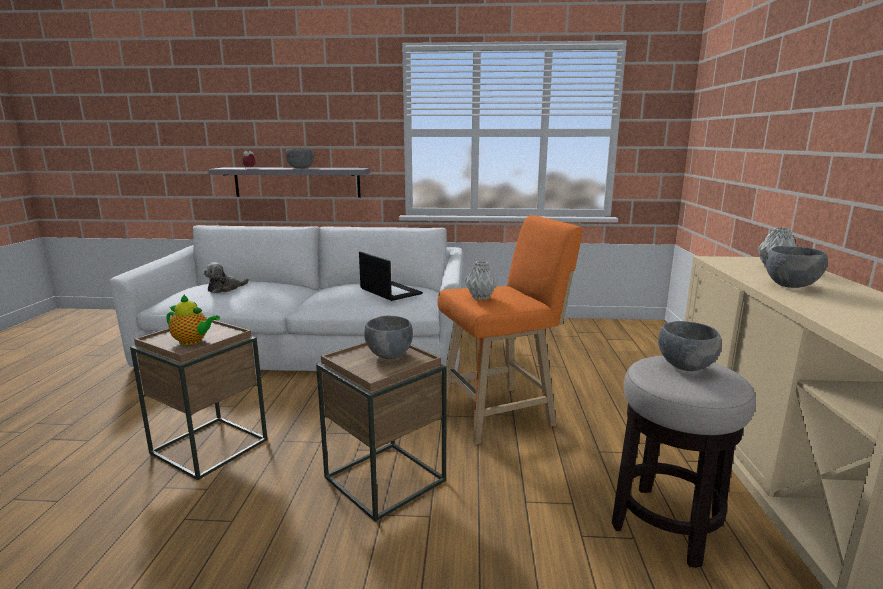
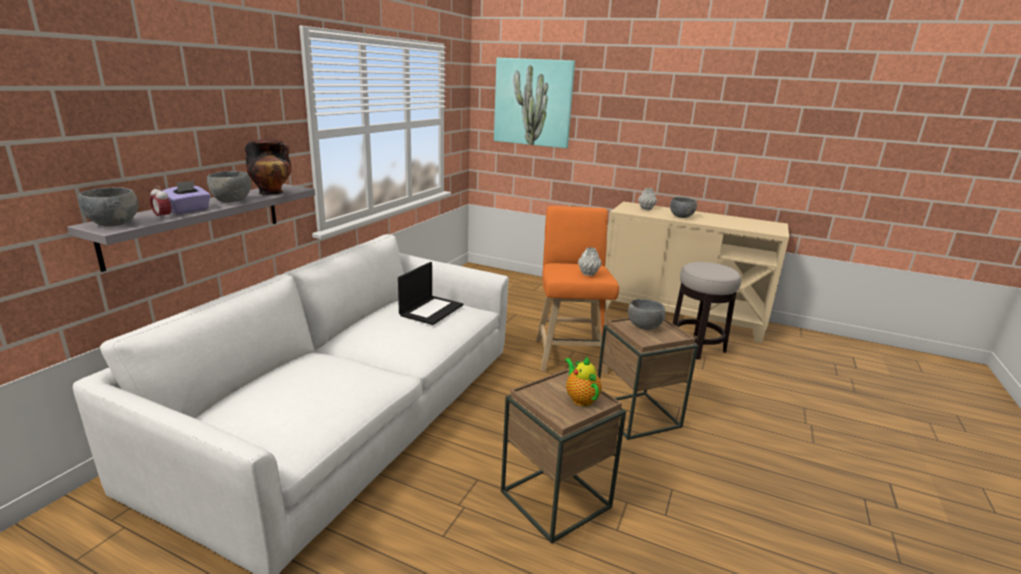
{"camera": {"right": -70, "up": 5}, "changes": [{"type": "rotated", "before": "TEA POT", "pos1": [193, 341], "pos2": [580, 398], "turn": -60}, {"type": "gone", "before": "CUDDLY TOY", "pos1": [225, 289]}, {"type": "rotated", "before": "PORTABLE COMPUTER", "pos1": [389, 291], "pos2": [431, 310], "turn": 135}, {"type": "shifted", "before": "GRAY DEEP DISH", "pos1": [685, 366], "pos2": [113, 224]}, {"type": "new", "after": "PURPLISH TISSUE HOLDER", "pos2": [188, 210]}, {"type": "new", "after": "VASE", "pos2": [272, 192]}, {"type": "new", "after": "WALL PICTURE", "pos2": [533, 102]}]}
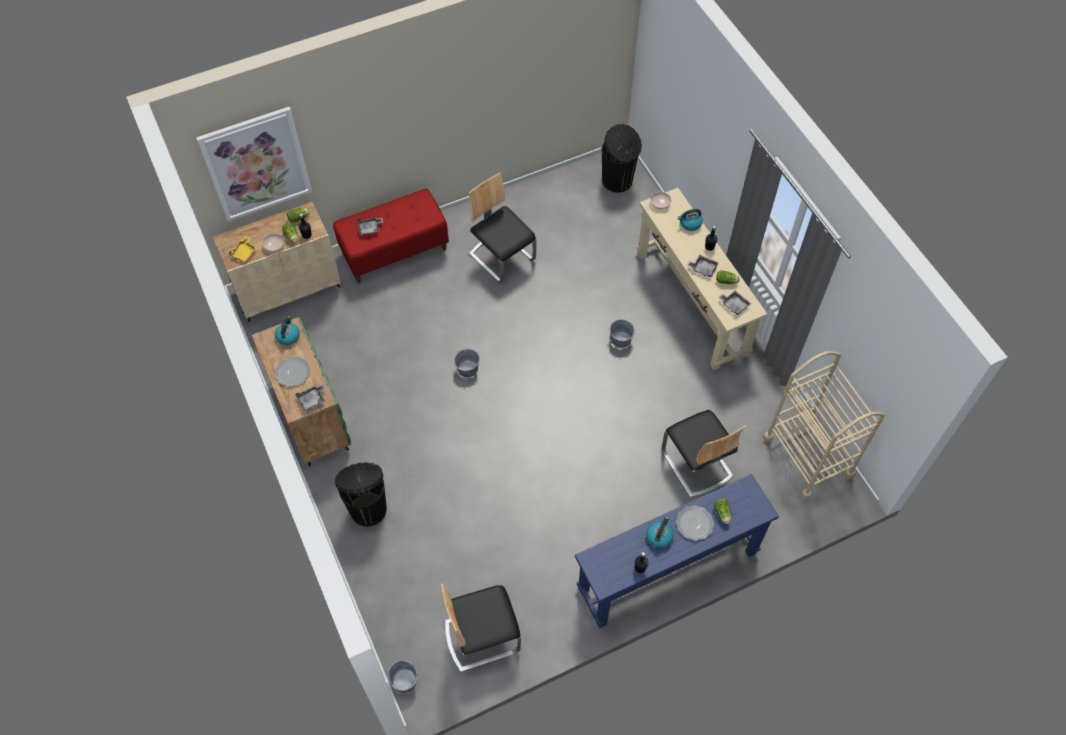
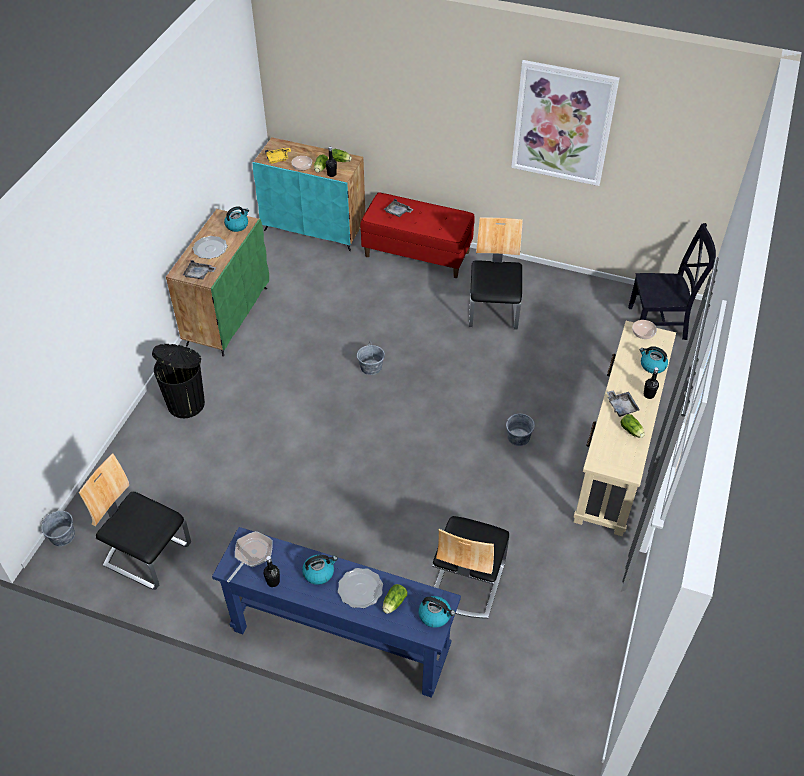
{"camera": {"right": 45, "up": -10}, "changes": [{"type": "shifted", "before": "WALL PICTURE", "pos1": [256, 164], "pos2": [563, 123]}, {"type": "repainted", "before": "BEIGE CABINET", "after": "TURQUOISE-COLOURED CABINET", "pos1": [289, 289], "pos2": [314, 229]}, {"type": "swapped", "before": "BLACK WASTE BIN", "after": "BLACK CHAIR", "pos1": [618, 181], "pos2": [660, 323]}, {"type": "gone", "before": "GRAY CARRYING TRAY", "pos1": [734, 305]}, {"type": "gone", "before": "BEIGE CART", "pos1": [808, 456]}, {"type": "new", "after": "FRYING PAN", "pos2": [252, 554]}, {"type": "new", "after": "TEA KETTLE", "pos2": [435, 615]}]}
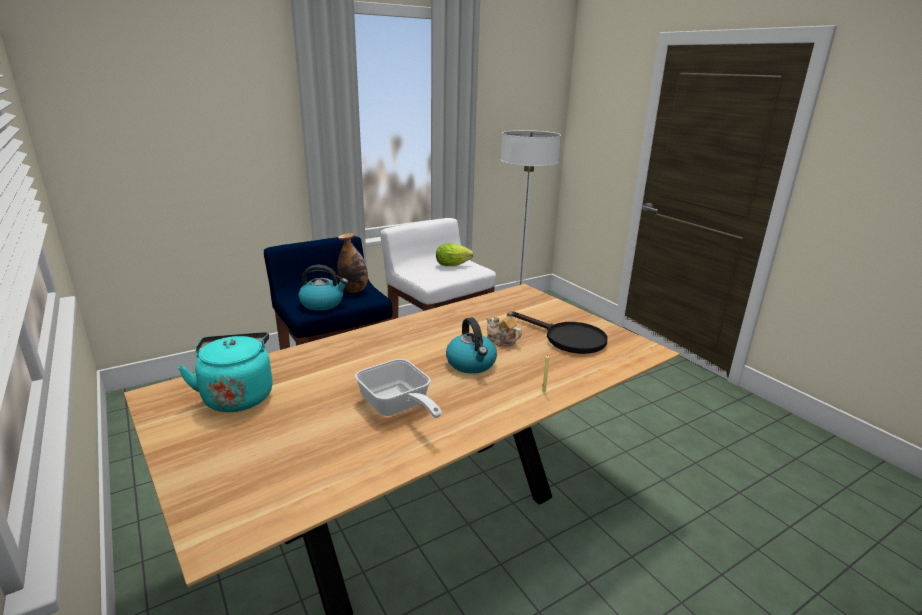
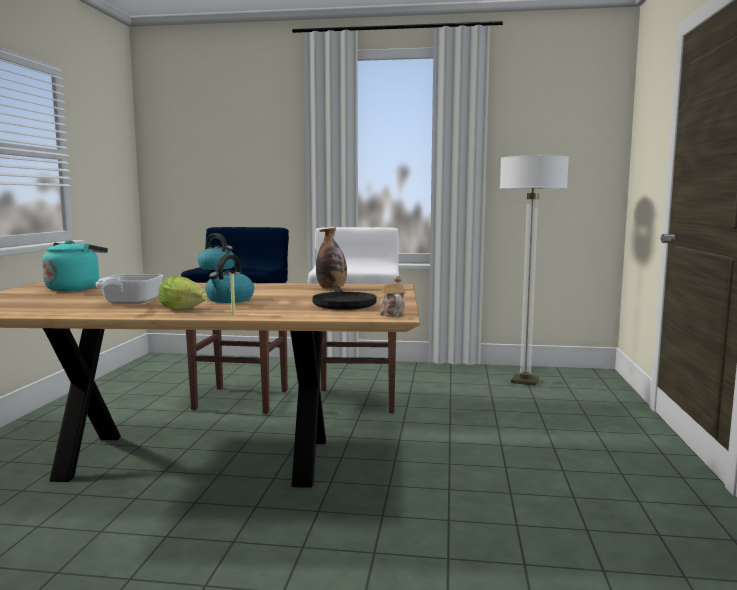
{"camera": {"right": 40, "up": -15}, "changes": [{"type": "shifted", "before": "DRINK BOTTLE", "pos1": [354, 290], "pos2": [332, 289]}, {"type": "shifted", "before": "HEAD OF LETTUCE", "pos1": [454, 265], "pos2": [185, 310]}, {"type": "shifted", "before": "TEA POT", "pos1": [501, 340], "pos2": [391, 314]}]}
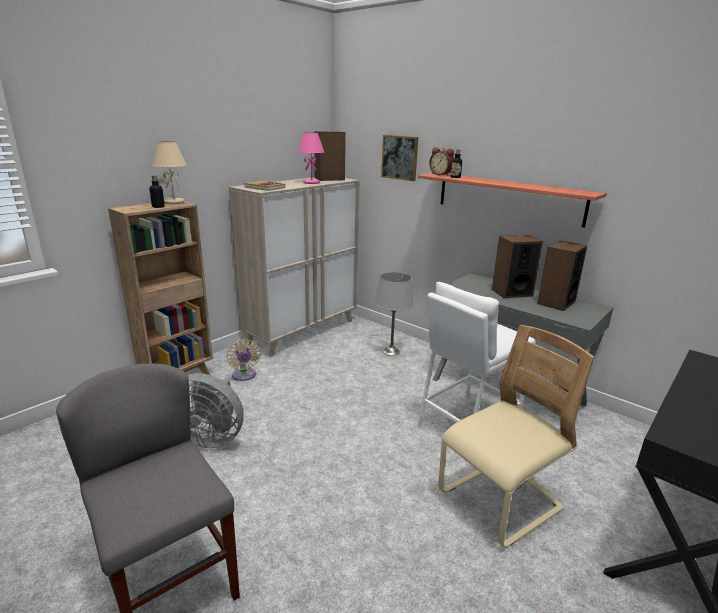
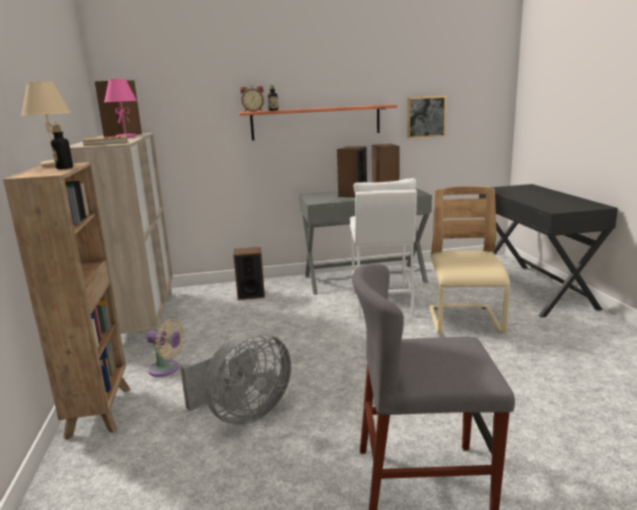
{"camera": {"right": -50, "up": -5}, "changes": [{"type": "swapped", "before": "GRAY TABLE LAMP", "after": "SPEAKER", "pos1": [391, 351], "pos2": [251, 295]}, {"type": "shifted", "before": "WALL PICTURE", "pos1": [400, 157], "pos2": [426, 117]}]}
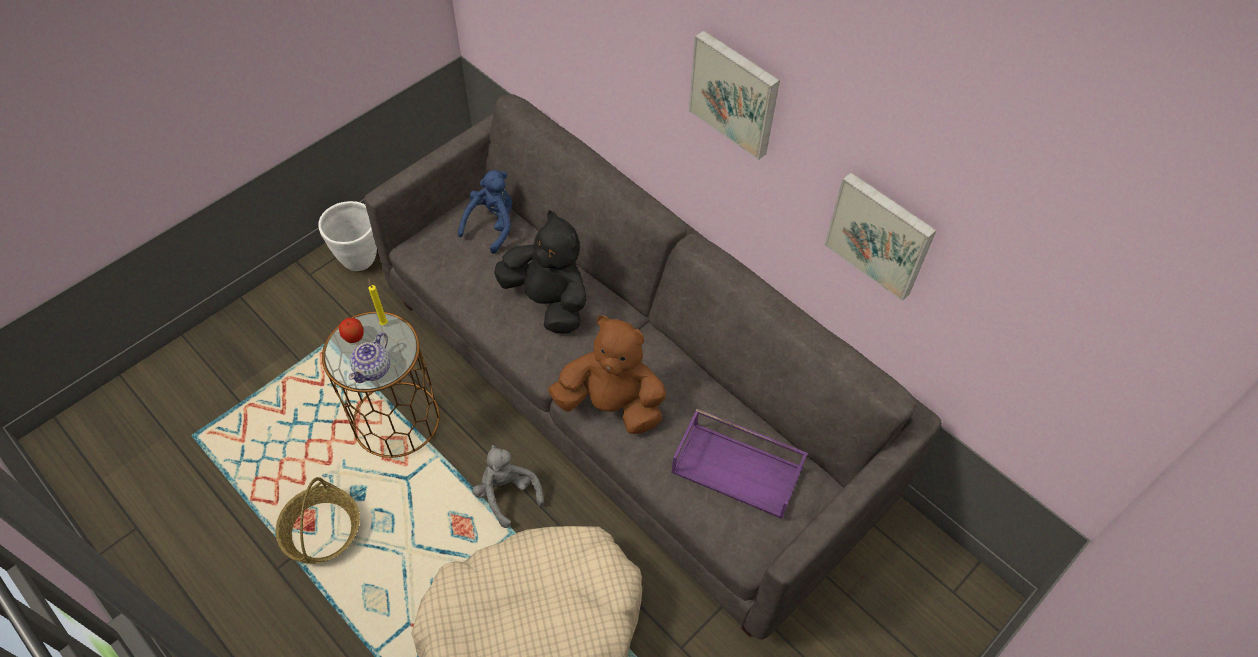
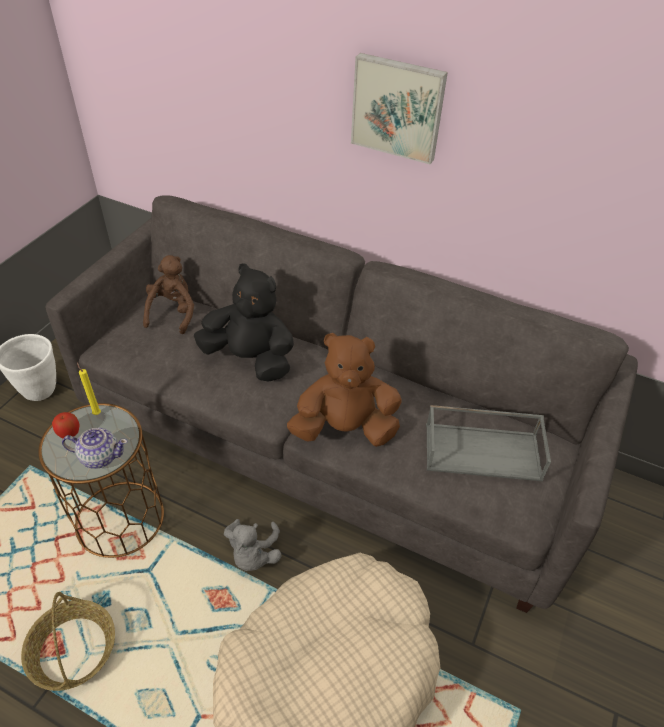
{"camera": {"right": -20, "up": -10}, "changes": [{"type": "rotated", "before": "TEA POT", "pos1": [373, 369], "pos2": [99, 456], "turn": -90}, {"type": "repainted", "before": "BLUE-COLOURED CUDDLY TOY", "after": "BROWNISH CUDDLY TOY", "pos1": [492, 225], "pos2": [173, 313]}, {"type": "rotated", "before": "GRAY CUDDLY TOY", "pos1": [507, 494], "pos2": [253, 555], "turn": -120}, {"type": "repainted", "before": "PURPLISH CARRYING TRAY", "after": "GRAY CARRYING TRAY", "pos1": [738, 469], "pos2": [483, 451]}, {"type": "gone", "before": "WALL PICTURE", "pos1": [880, 234]}]}
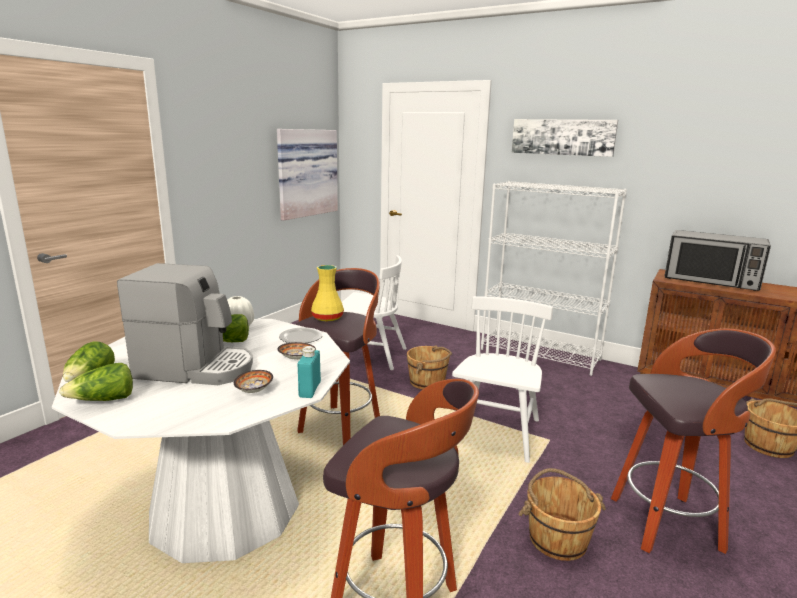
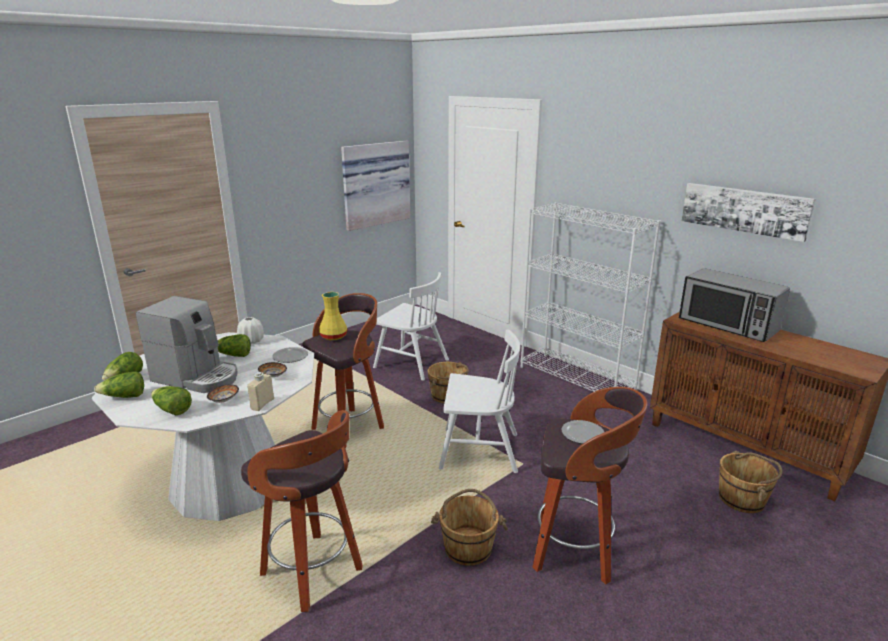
{"camera": {"right": 15, "up": 5}, "changes": [{"type": "repainted", "before": "TURQUOISE-COLOURED DRINK BOTTLE", "after": "BEIGE DRINK BOTTLE", "pos1": [309, 389], "pos2": [262, 404]}, {"type": "rotated", "before": "WHITE CHAIR", "pos1": [496, 432], "pos2": [478, 451], "turn": 60}, {"type": "shifted", "before": "WALL PICTURE", "pos1": [562, 137], "pos2": [744, 210]}, {"type": "new", "after": "HEAD OF LETTUCE", "pos2": [172, 410]}, {"type": "new", "after": "PLATE", "pos2": [582, 434]}]}
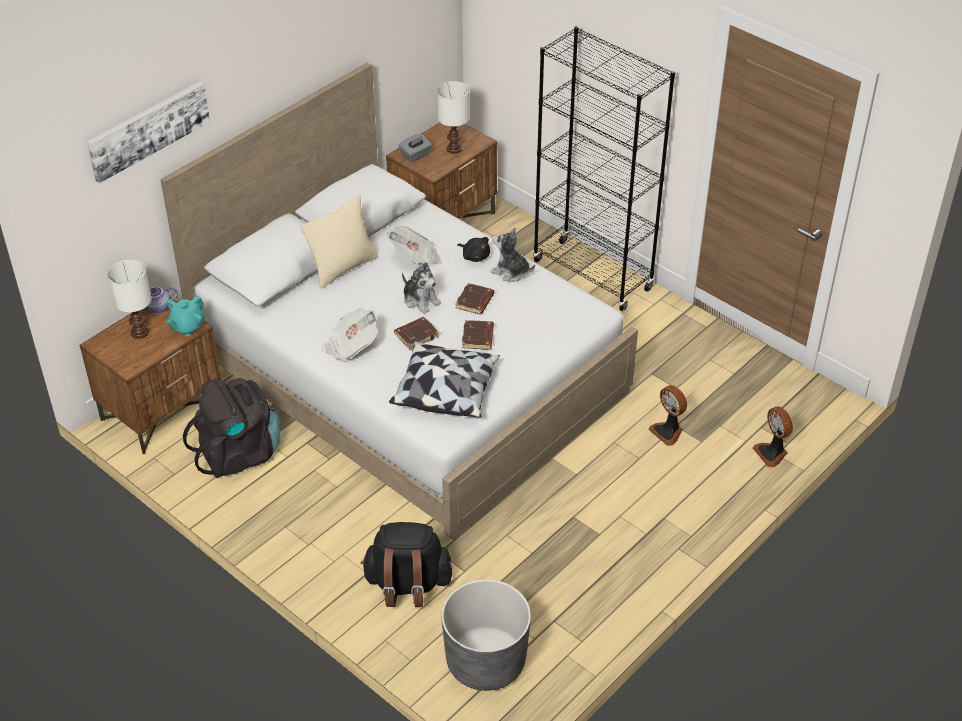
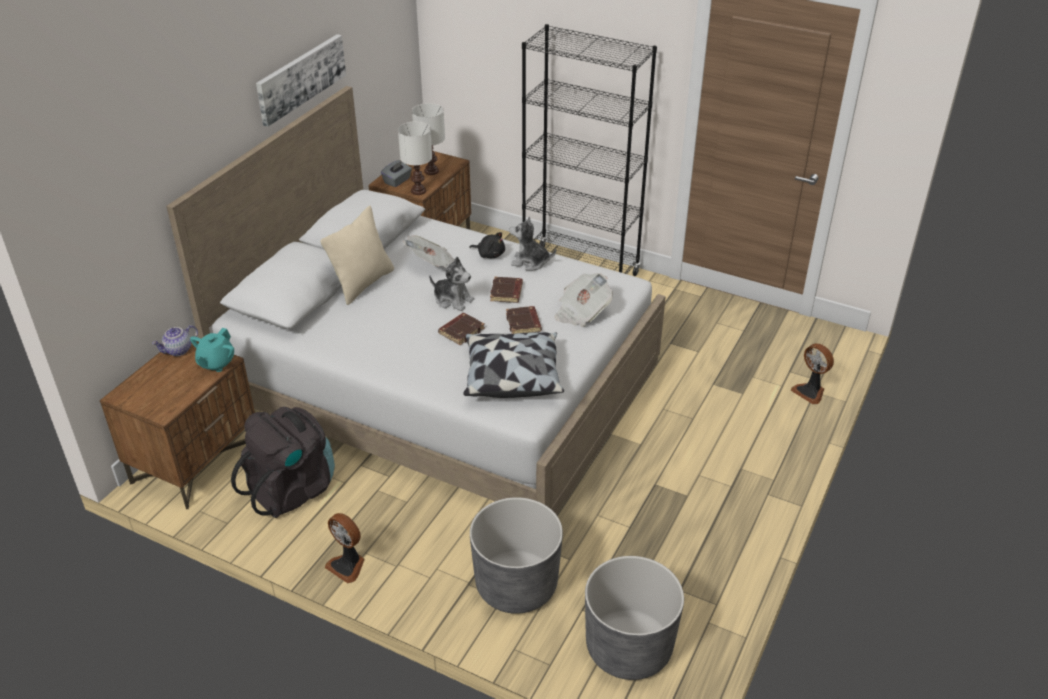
{"camera": {"right": -15, "up": -5}, "changes": [{"type": "shifted", "before": "WALL PICTURE", "pos1": [148, 130], "pos2": [300, 78]}, {"type": "shifted", "before": "WHITE TABLE LAMP", "pos1": [139, 333], "pos2": [418, 191]}, {"type": "shifted", "before": "DAILY PAPER", "pos1": [351, 346], "pos2": [581, 312]}, {"type": "swapped", "before": "BLACK BACKPACK", "after": "GRAY PLANTER", "pos1": [407, 584], "pos2": [516, 585]}, {"type": "shifted", "before": "ELECTRIC FAN", "pos1": [668, 431], "pos2": [348, 565]}]}
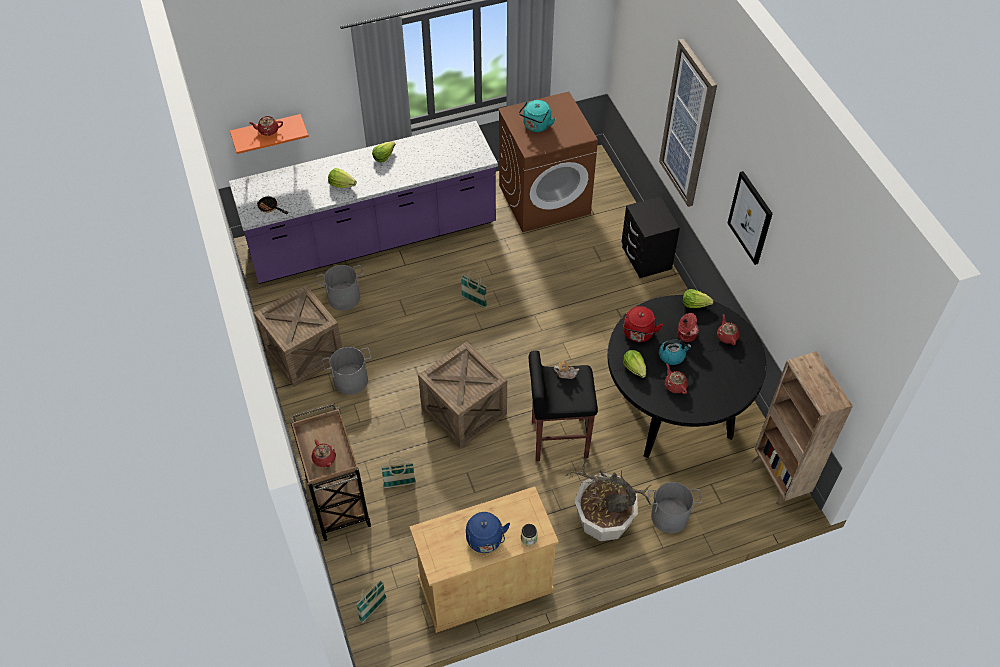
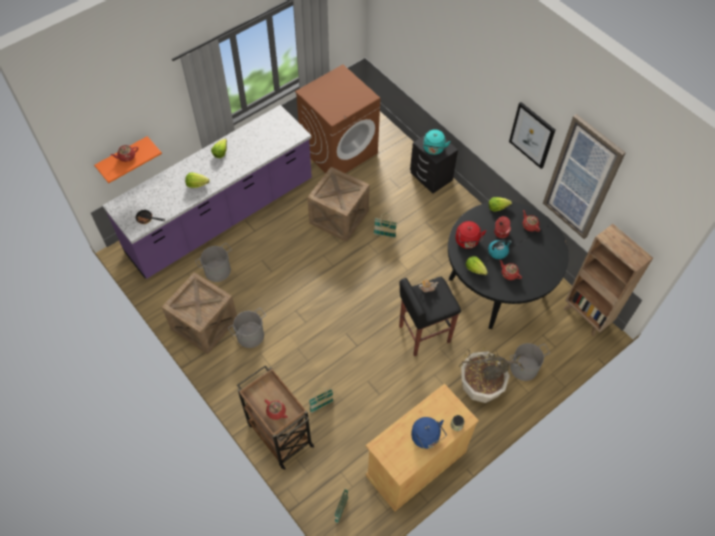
{"camera": {"right": -20, "up": 5}, "changes": [{"type": "shifted", "before": "SHIPPING CRATE", "pos1": [464, 411], "pos2": [339, 217]}, {"type": "shifted", "before": "HOUSEHOLD BASKET", "pos1": [474, 301], "pos2": [384, 235]}, {"type": "shifted", "before": "TURQUOISE-COLOURED TEA KETTLE", "pos1": [536, 126], "pos2": [433, 149]}, {"type": "shifted", "before": "WALL PICTURE", "pos1": [688, 125], "pos2": [582, 179]}]}
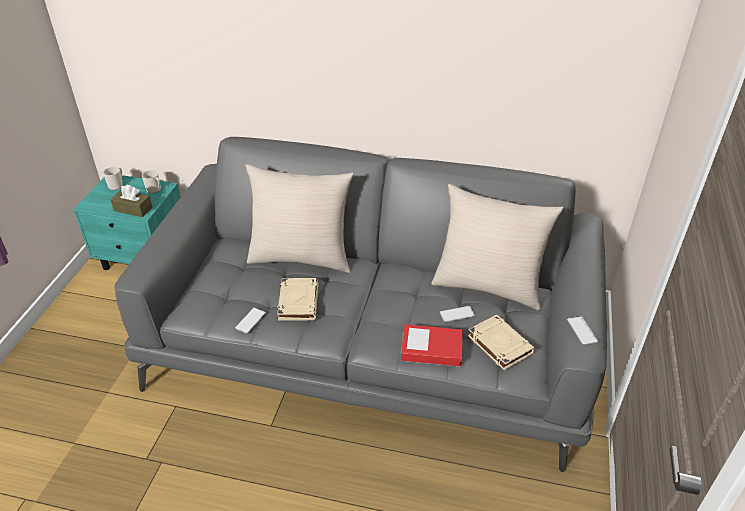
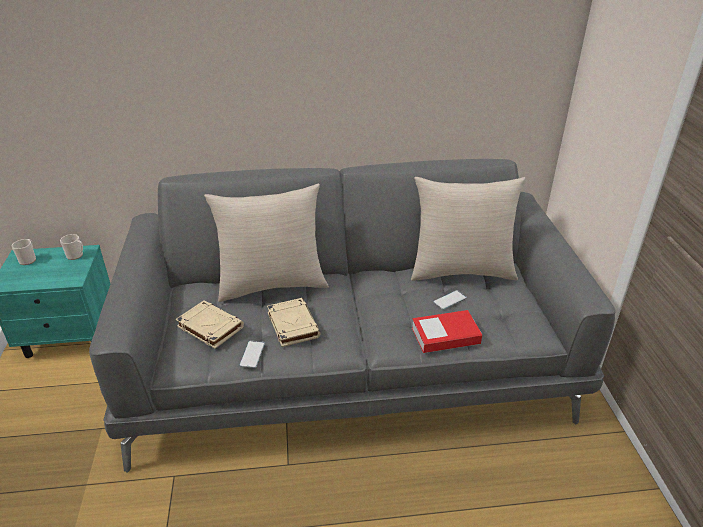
{"camera": {"right": -20, "up": -5}, "changes": [{"type": "gone", "before": "BROWNISH TISSUE HOLDER", "pos1": [133, 209]}, {"type": "shifted", "before": "BEIGE BOOK", "pos1": [499, 344], "pos2": [209, 327]}, {"type": "gone", "before": "HANDSET", "pos1": [582, 330]}]}
